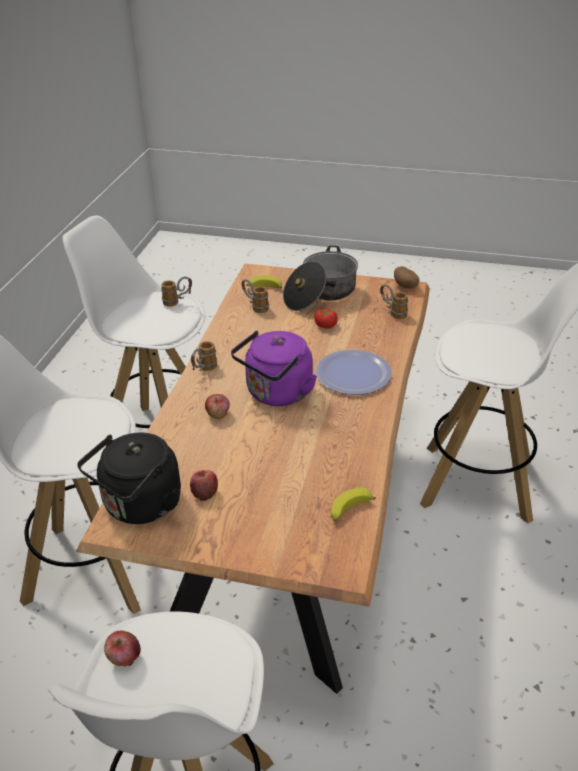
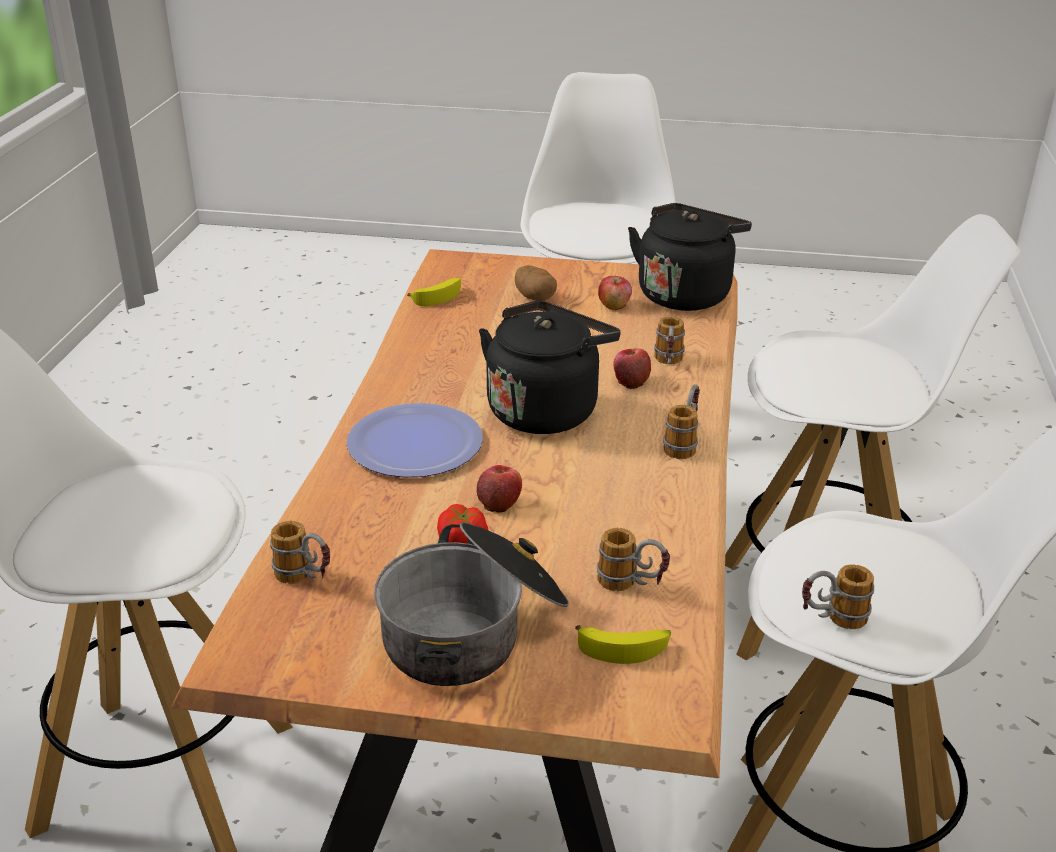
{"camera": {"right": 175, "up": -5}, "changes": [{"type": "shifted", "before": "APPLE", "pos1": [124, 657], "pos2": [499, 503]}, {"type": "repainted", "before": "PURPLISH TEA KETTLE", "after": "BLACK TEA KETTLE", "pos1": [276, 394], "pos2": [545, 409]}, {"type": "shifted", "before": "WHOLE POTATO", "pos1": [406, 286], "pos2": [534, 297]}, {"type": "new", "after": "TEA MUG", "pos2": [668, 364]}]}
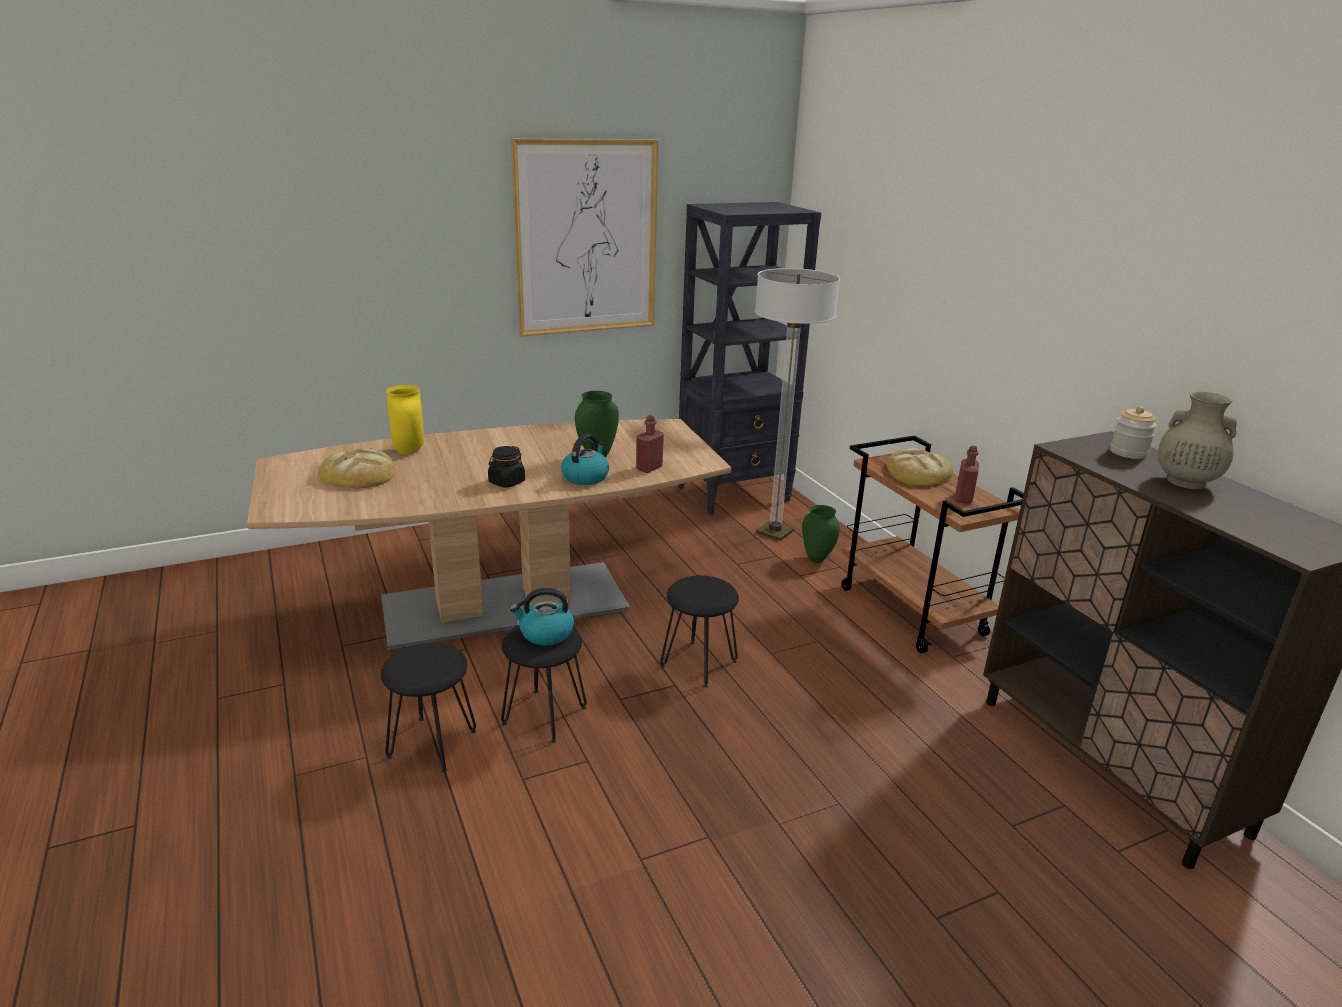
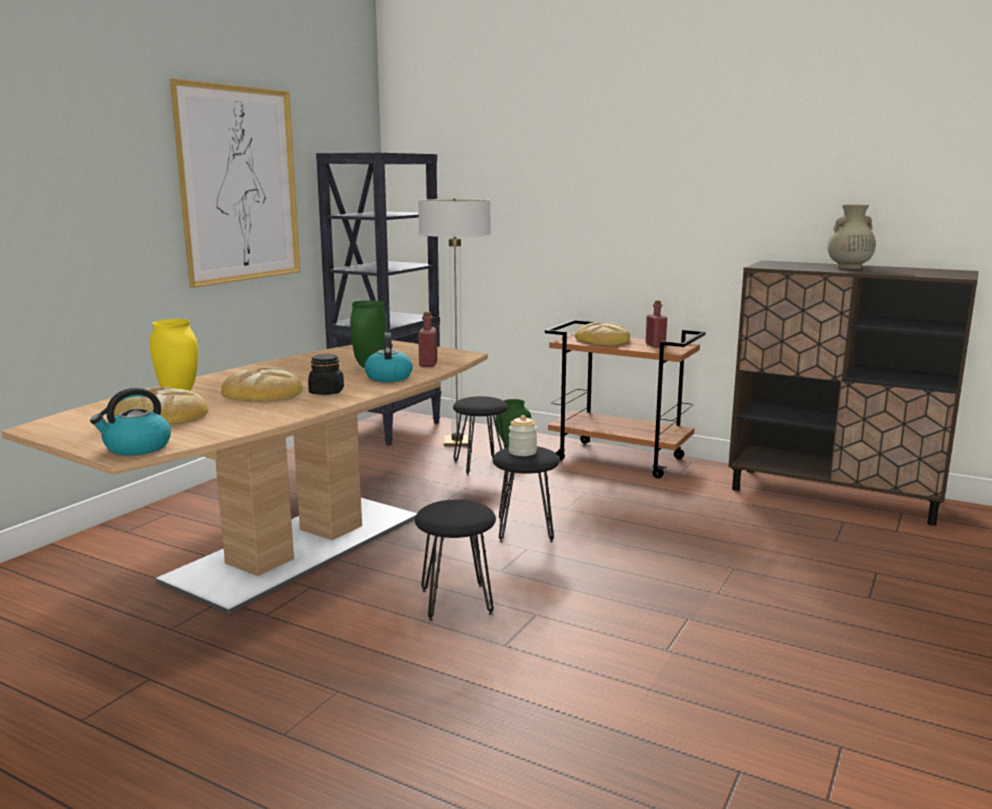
{"camera": {"right": -35, "up": -10}, "changes": [{"type": "shifted", "before": "BLACK STOOL SEAT", "pos1": [433, 744], "pos2": [481, 466]}, {"type": "shifted", "before": "TEA KETTLE", "pos1": [545, 633], "pos2": [137, 448]}, {"type": "shifted", "before": "STORAGE JAR", "pos1": [1128, 452], "pos2": [522, 452]}, {"type": "new", "after": "BREAD", "pos2": [263, 393]}]}
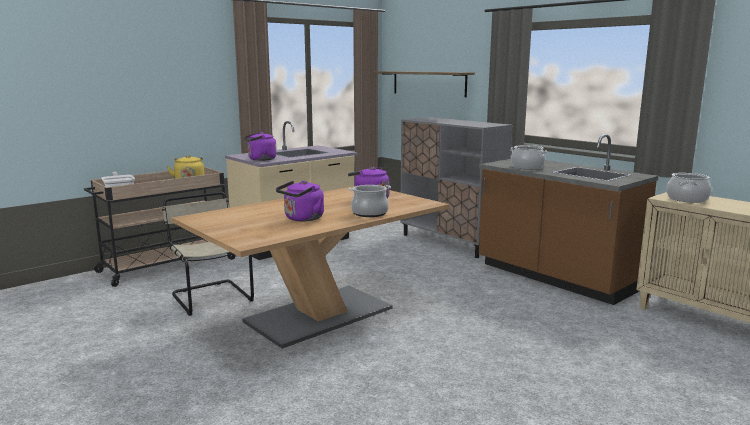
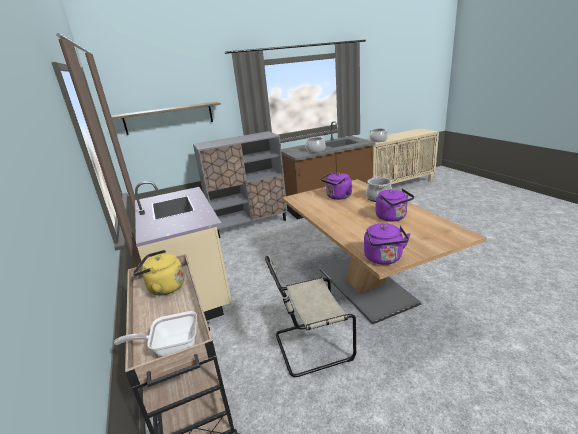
{"camera": {"right": -70, "up": 10}, "changes": [{"type": "shifted", "before": "PURPLISH TEA KETTLE", "pos1": [260, 159], "pos2": [384, 259]}]}
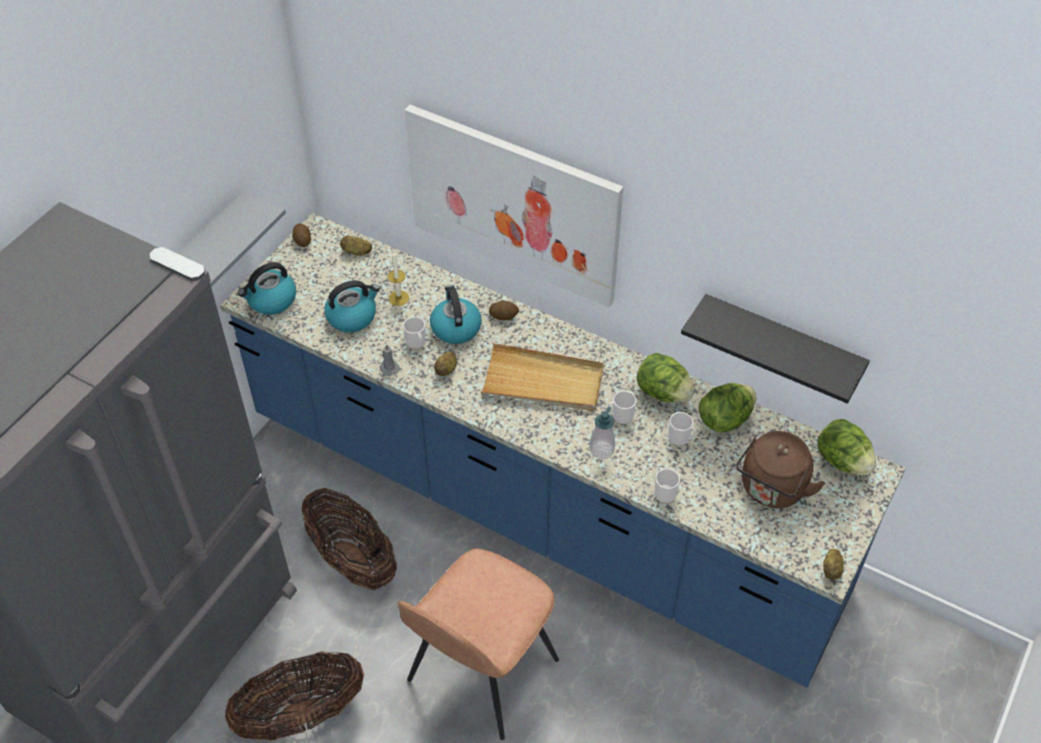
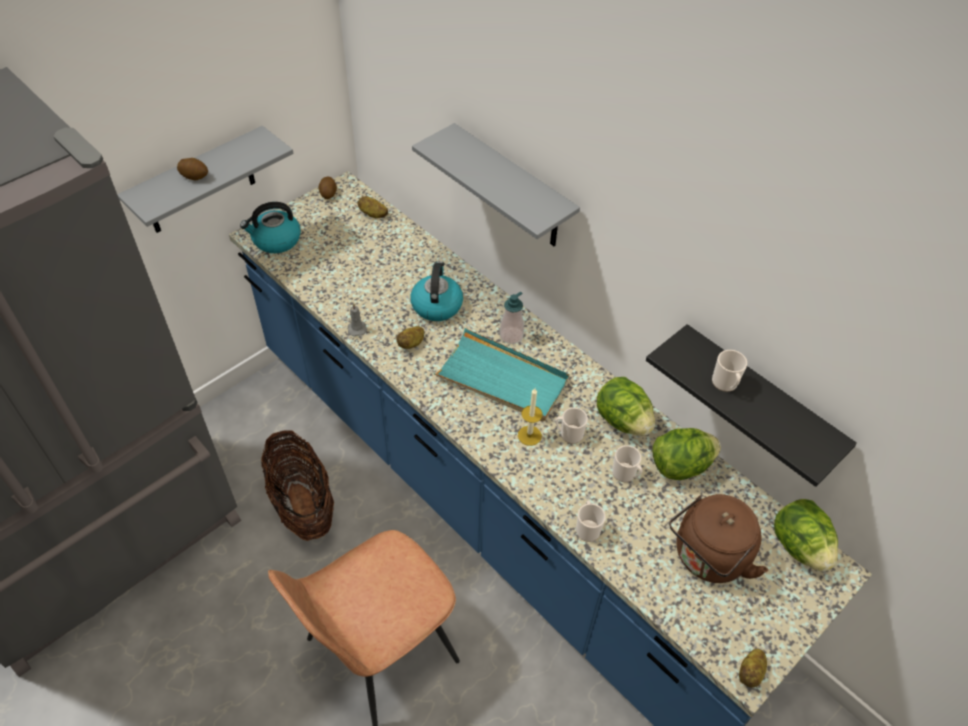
{"camera": {"right": 15, "up": 0}, "changes": [{"type": "gone", "before": "HOUSEHOLD BASKET", "pos1": [301, 714]}, {"type": "gone", "before": "TEA KETTLE", "pos1": [352, 316]}, {"type": "shifted", "before": "WAX LIGHT", "pos1": [398, 298], "pos2": [529, 435]}, {"type": "shifted", "before": "TEA MUG", "pos1": [416, 343], "pos2": [725, 384]}, {"type": "swapped", "before": "WALL PICTURE", "after": "GRAY SHELF", "pos1": [513, 204], "pos2": [512, 189]}, {"type": "repainted", "before": "BEIGE CARRYING TRAY", "after": "TURQUOISE-COLOURED CARRYING TRAY", "pos1": [543, 382], "pos2": [502, 379]}, {"type": "shifted", "before": "WHOLE POTATO", "pos1": [504, 316], "pos2": [195, 176]}, {"type": "shifted", "before": "SOAP BOTTLE", "pos1": [602, 449], "pos2": [511, 336]}]}
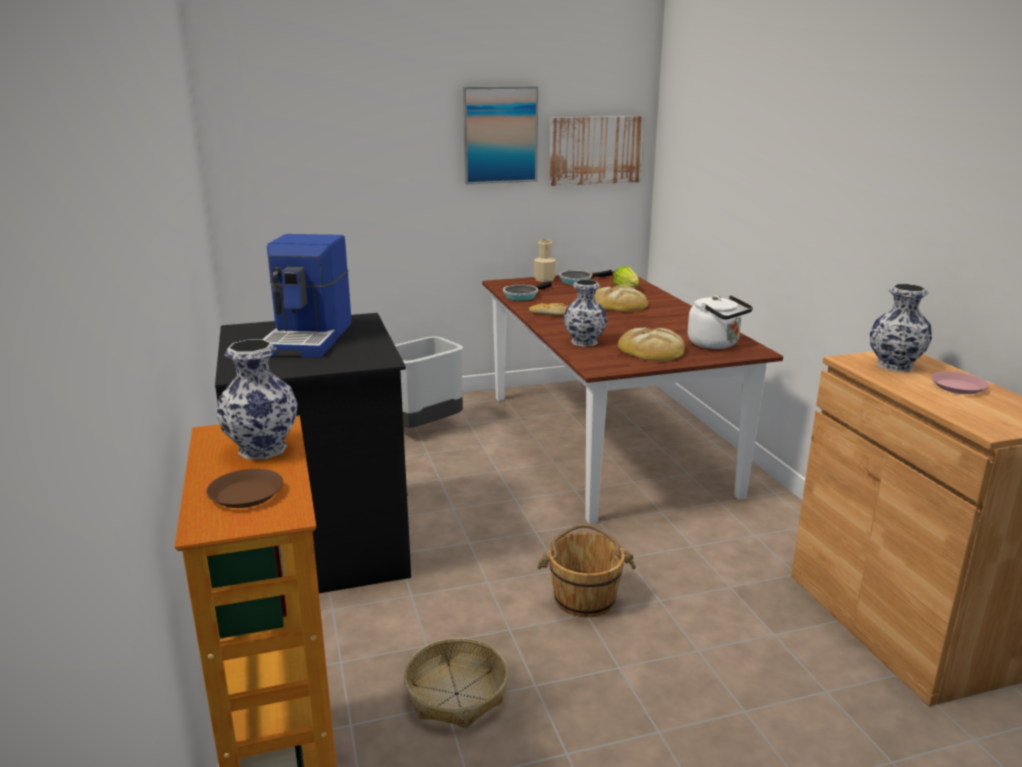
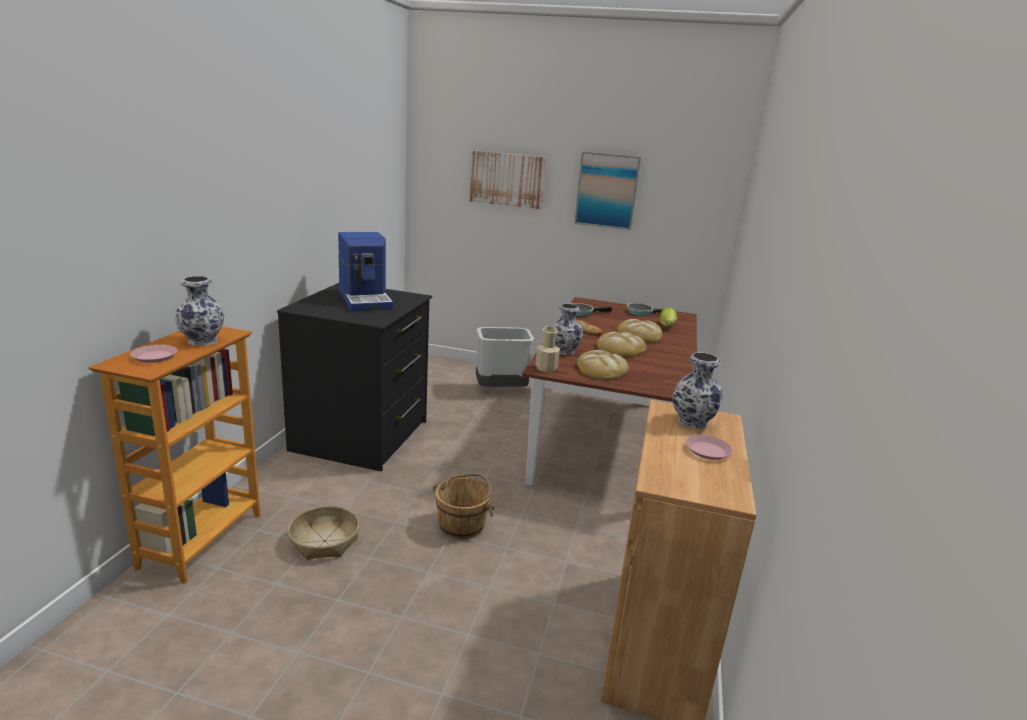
{"camera": {"right": 30, "up": 0}, "changes": [{"type": "repainted", "before": "BROWNISH PLATE", "after": "PINK-COLOURED PLATE", "pos1": [245, 494], "pos2": [154, 357]}, {"type": "rotated", "before": "COFFEE MACHINE", "pos1": [309, 338], "pos2": [366, 300], "turn": -60}, {"type": "shifted", "before": "BEIGE DRINK BOTTLE", "pos1": [544, 279], "pos2": [546, 368]}, {"type": "shifted", "before": "WALL PICTURE", "pos1": [595, 150], "pos2": [507, 179]}, {"type": "gone", "before": "WHITE TEA KETTLE", "pos1": [716, 344]}, {"type": "new", "after": "BREAD", "pos2": [620, 348]}]}
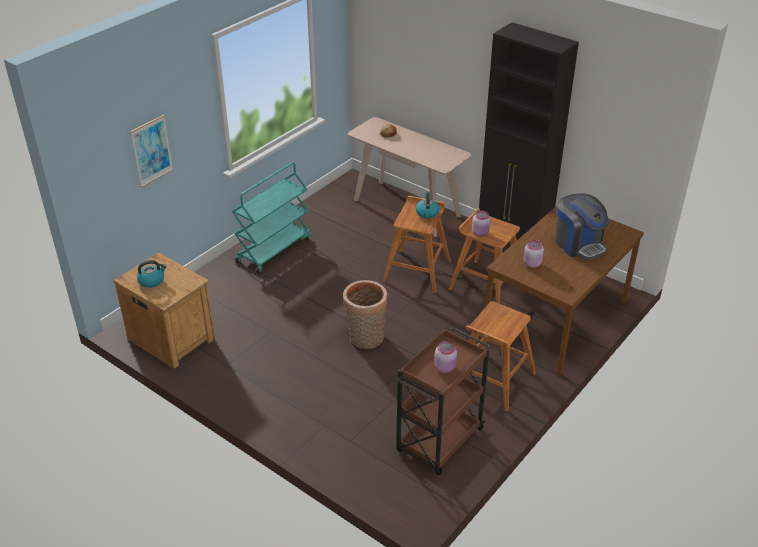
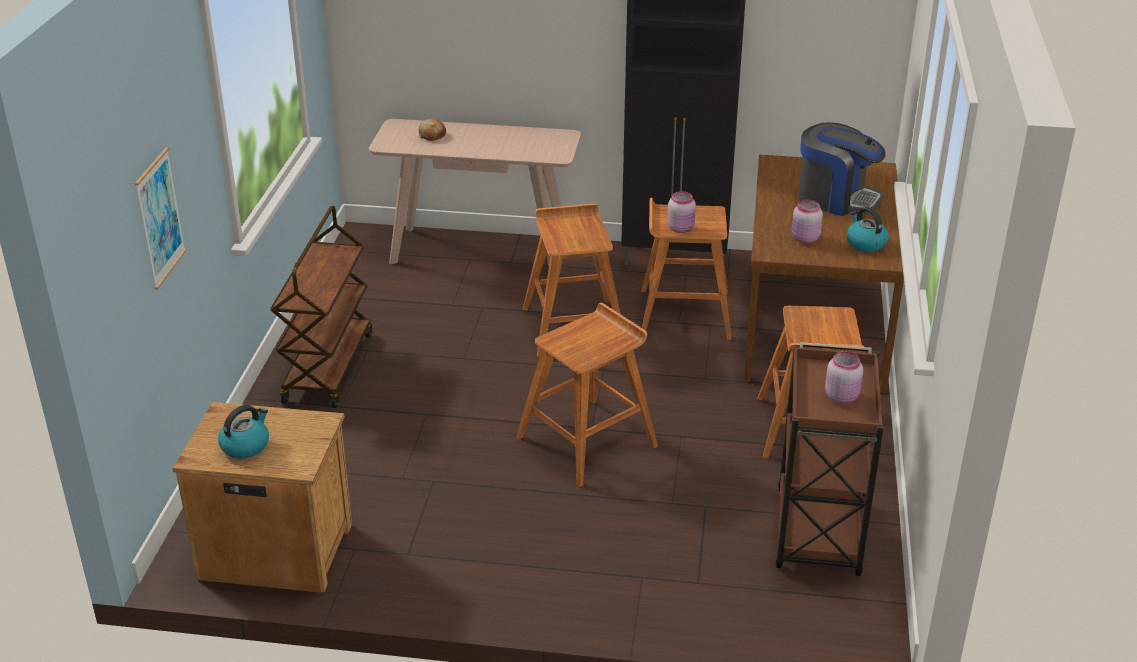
{"camera": {"right": -30, "up": -5}, "changes": [{"type": "repainted", "before": "TURQUOISE-COLOURED CART", "after": "BROWNISH CART", "pos1": [274, 249], "pos2": [327, 367]}, {"type": "swapped", "before": "HOUSEHOLD BASKET", "after": "BROWNISH STOOL SEAT", "pos1": [365, 339], "pos2": [588, 441]}, {"type": "shifted", "before": "TEA KETTLE", "pos1": [427, 212], "pos2": [865, 243]}]}
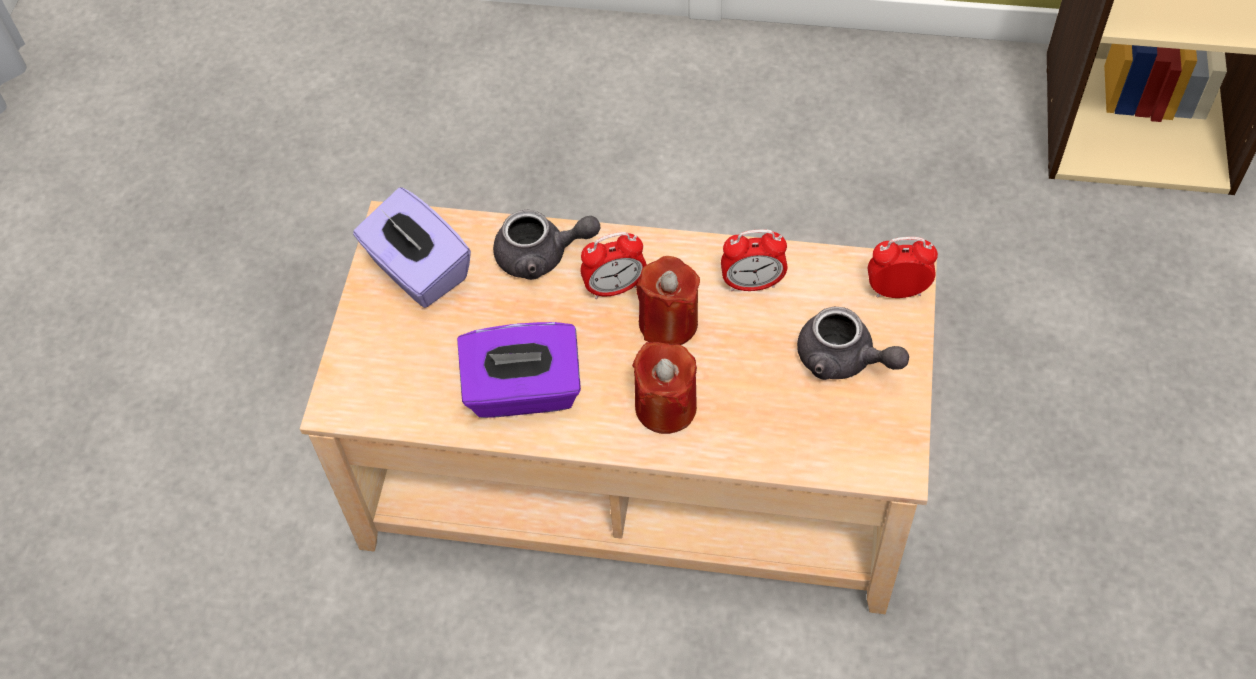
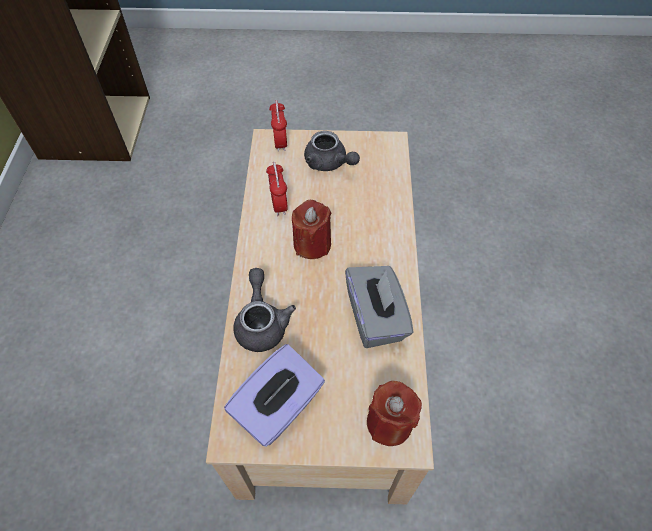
{"camera": {"right": -100, "up": 0}, "changes": [{"type": "repainted", "before": "PURPLISH TISSUE HOLDER", "after": "GRAY TISSUE HOLDER", "pos1": [524, 392], "pos2": [376, 318]}, {"type": "gone", "before": "ALARM CLOCK", "pos1": [614, 288]}, {"type": "shifted", "before": "REDDISH WAX LIGHT", "pos1": [665, 407], "pos2": [389, 423]}, {"type": "rotated", "before": "GRAY TEA POT", "pos1": [843, 360], "pos2": [329, 163], "turn": 105}]}
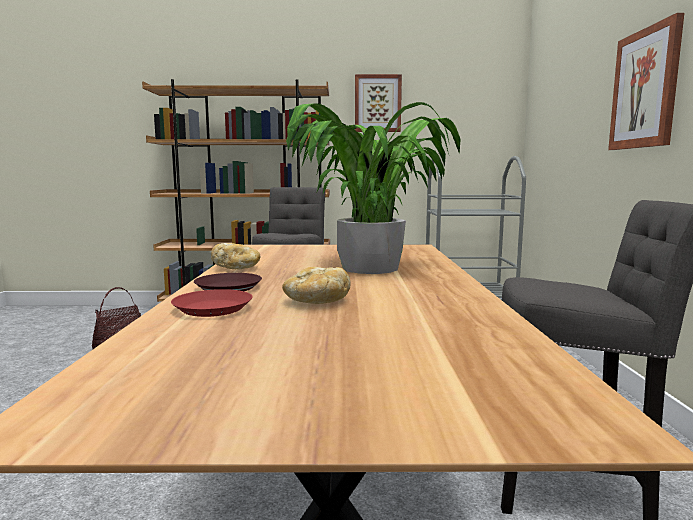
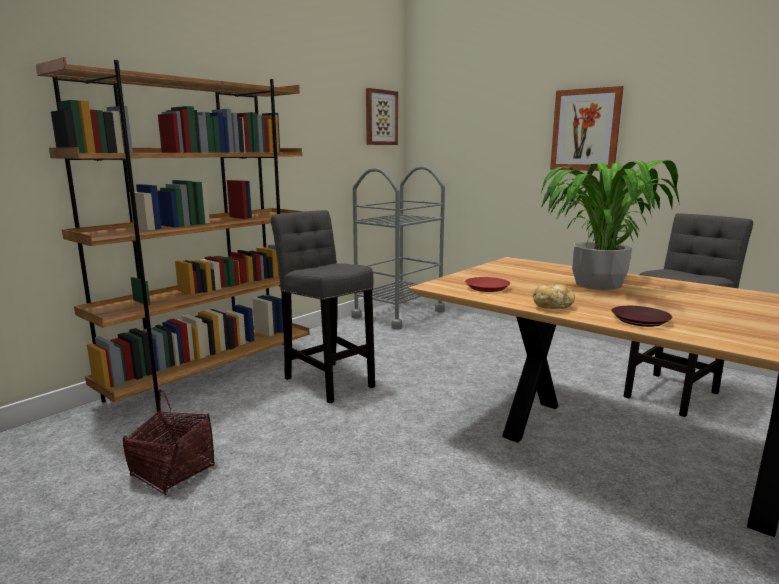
{"camera": {"right": -50, "up": 5}, "changes": [{"type": "shifted", "before": "REDDISH PLATE", "pos1": [213, 308], "pos2": [486, 287]}, {"type": "gone", "before": "BREAD", "pos1": [316, 302]}, {"type": "shifted", "before": "WALL PICTURE", "pos1": [377, 103], "pos2": [380, 117]}]}
